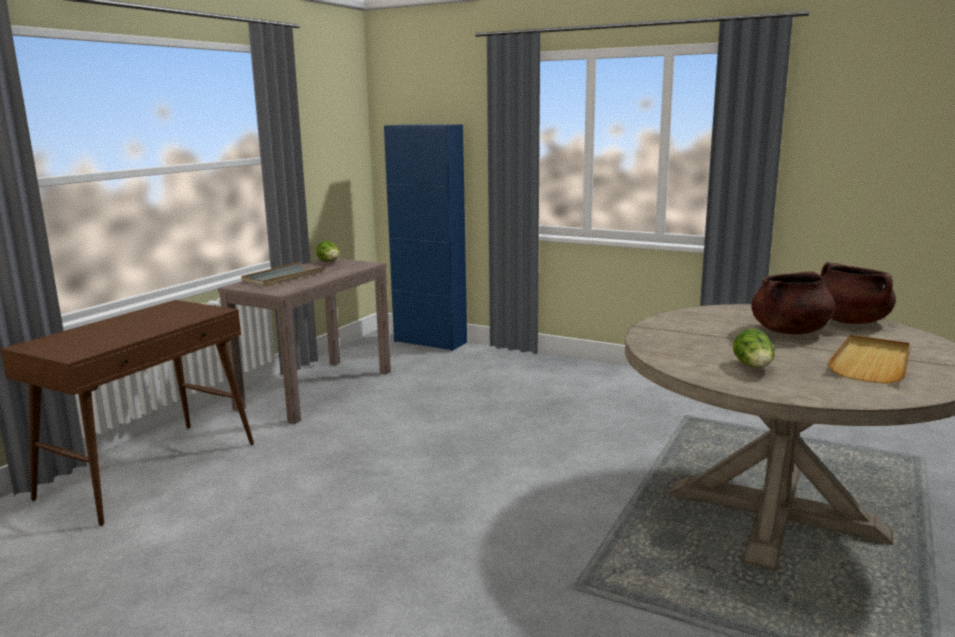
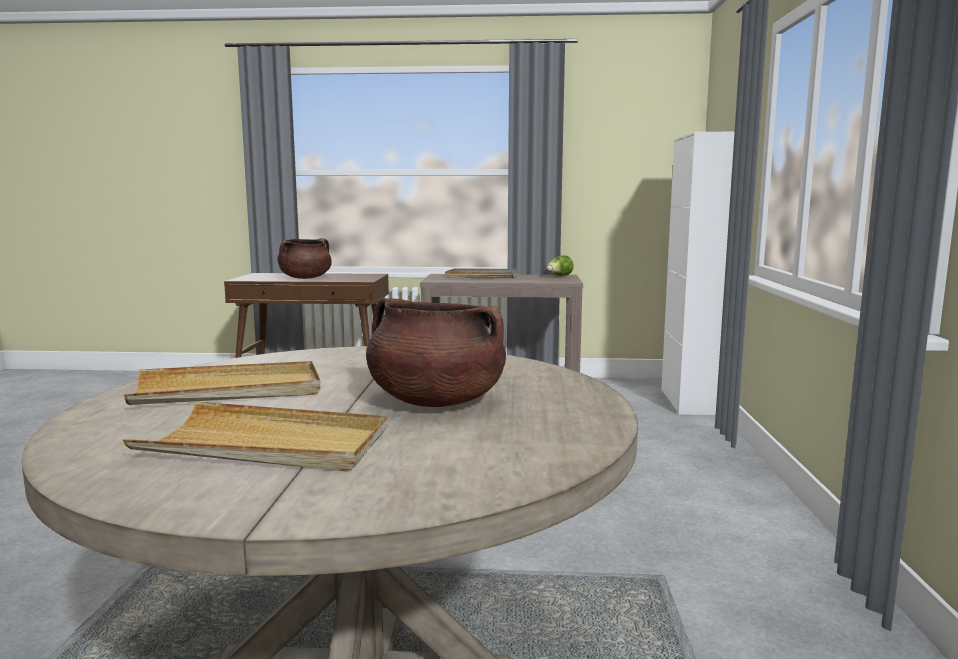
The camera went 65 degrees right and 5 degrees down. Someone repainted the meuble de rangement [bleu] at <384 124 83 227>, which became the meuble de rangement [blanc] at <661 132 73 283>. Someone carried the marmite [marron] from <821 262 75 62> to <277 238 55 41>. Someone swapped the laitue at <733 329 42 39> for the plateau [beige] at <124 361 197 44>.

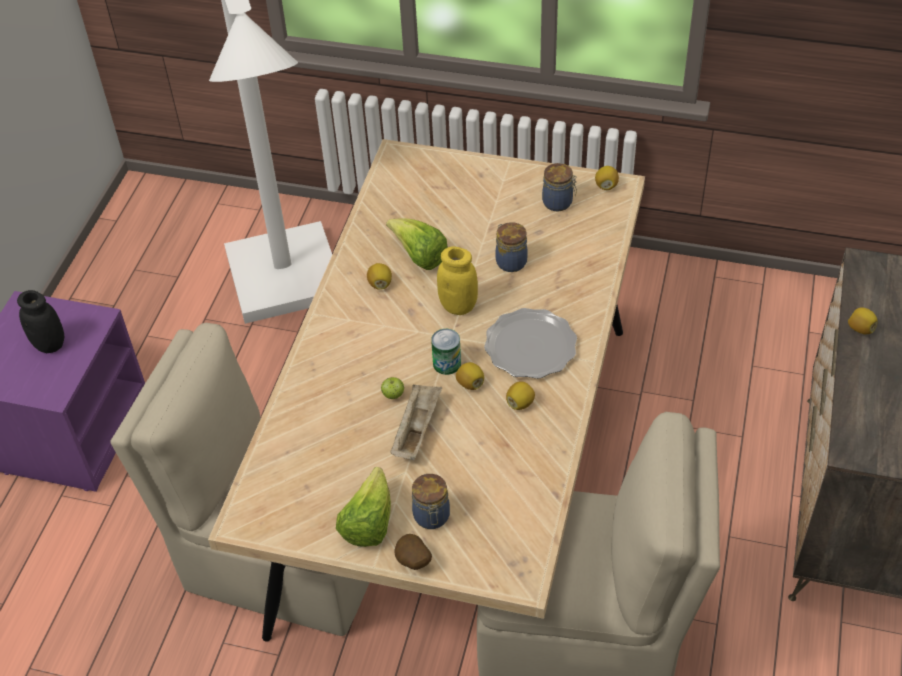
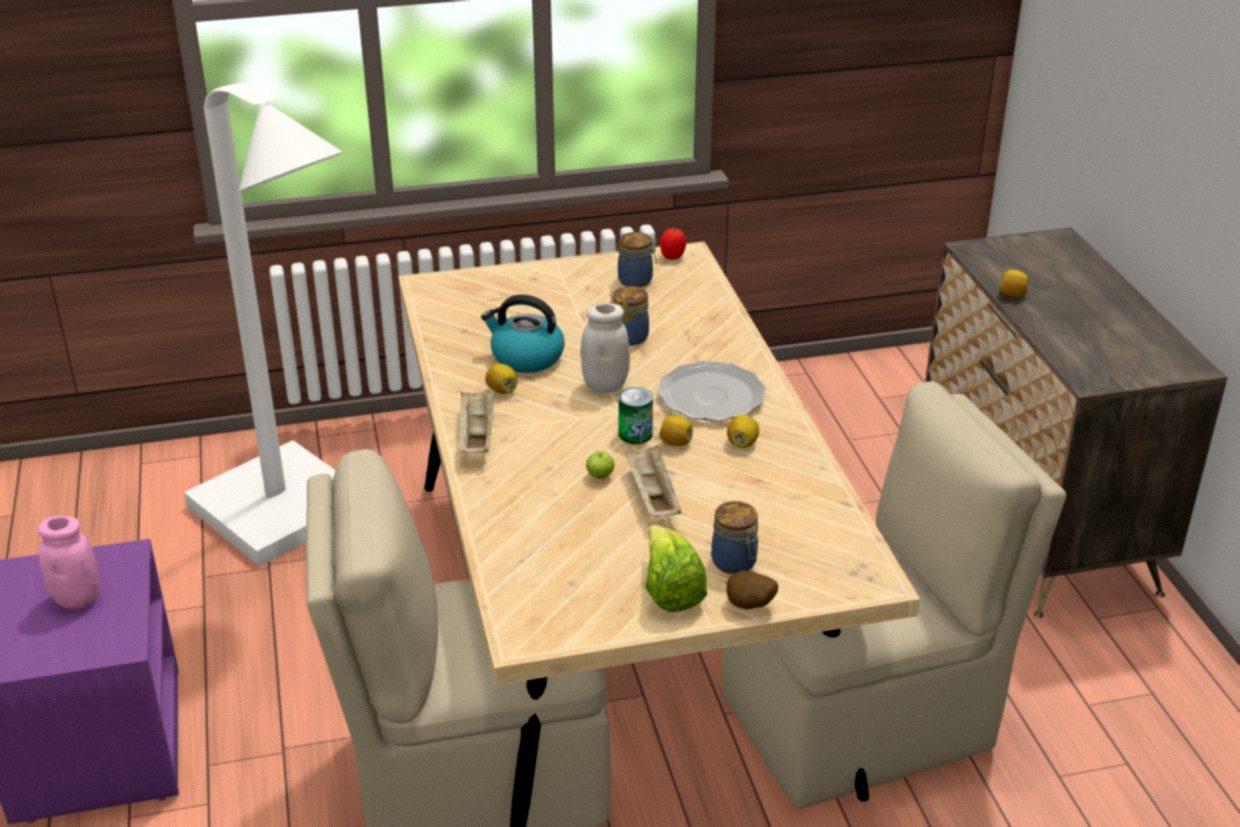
The camera went 30 degrees left and 15 degrees down. Someone swapped the citron at <595 166 24 24> for the tomate at <660 228 26 32>. Someone swapped the laitue at <386 218 62 52> for the bouilloire at <481 294 84 79>. Someone repainted the bocal [jaune] at <437 246 41 69>, which became the bocal [blanc] at <581 303 49 90>. Someone repainted the bocal [noir] at <17 290 47 63>, which became the bocal [rose] at <38 516 62 93>. Someone put down the plateau [beige] at <458 389 37 64>.

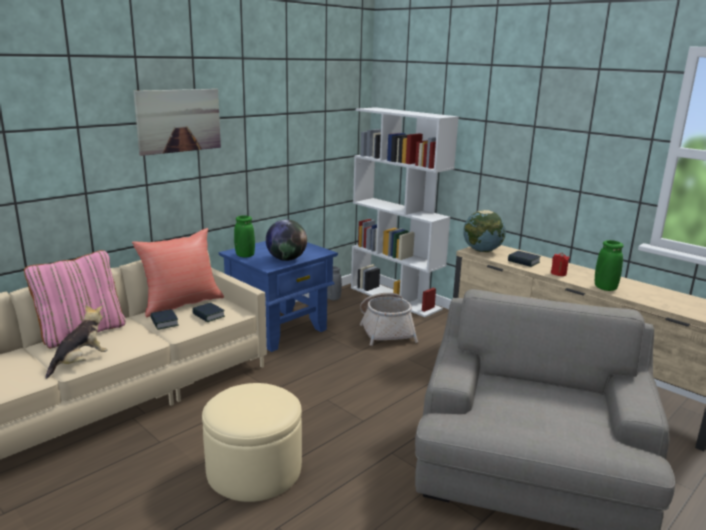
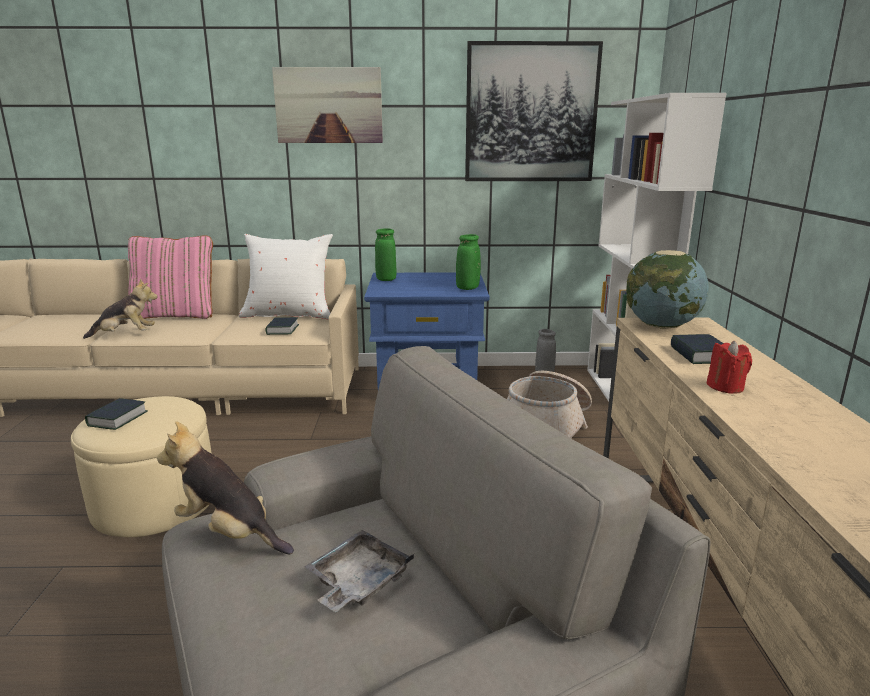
The camera went 45 degrees right and 0 degrees up. Someone took away the globe at <266 219 41 42>. Someone repainted the coussin [rouge] at <132 228 92 89>, which became the coussin [blanc] at <239 234 94 86>. Someone carried the vase [vert] from <595 240 29 51> to <456 234 25 56>. Someone carried the livre from <150 309 29 21> to <85 398 63 32>. Someone put up the tableau at <465 41 138 140>. Someone put down the peluche at <157 421 137 134>. Someone put down the plateau [gris] at <304 530 110 82>.

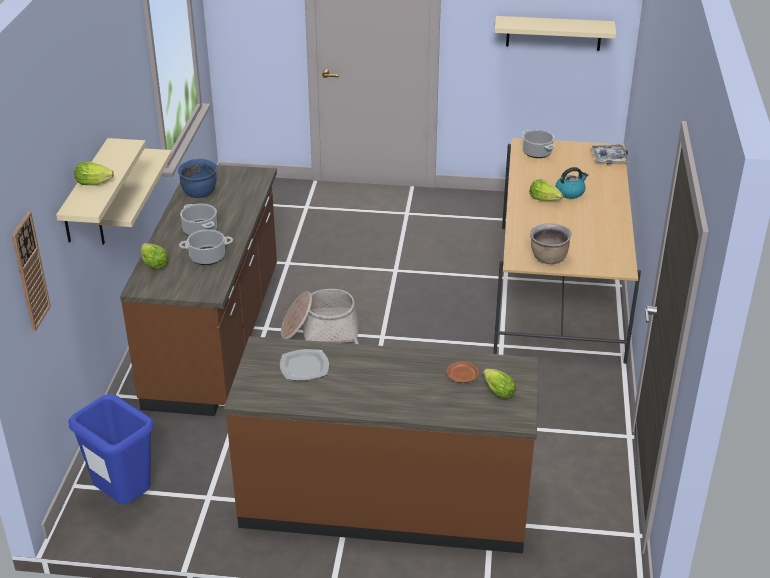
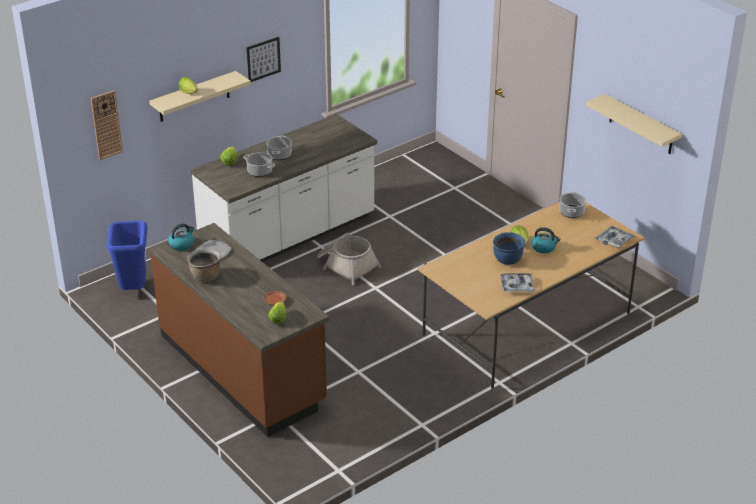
The camera went 45 degrees right and 0 degrees up. Someone took away the étagère [beige] at <93 149 79 96>. Someone carried the marmite [bleu] from <178 159 39 39> to <493 232 32 33>. Someone repainted the comptoir de cuisine [marron] at <120 165 157 251>, which became the comptoir de cuisine [blanc] at <191 114 186 148>. Someone carried the marmite [marron] from <530 223 42 41> to <187 248 33 34>. Someone put up the tableau at <246 37 35 45>. Someone put down the bouilloire at <168 223 27 28>. Someone put down the plateau at <500 273 35 19>.

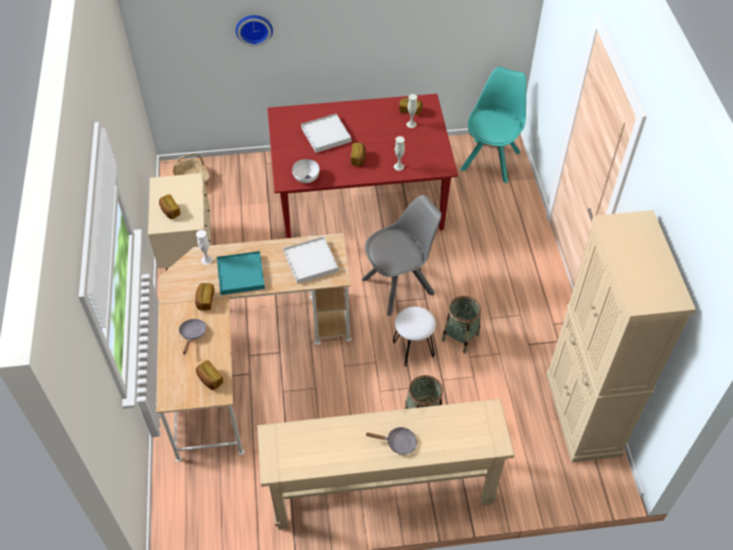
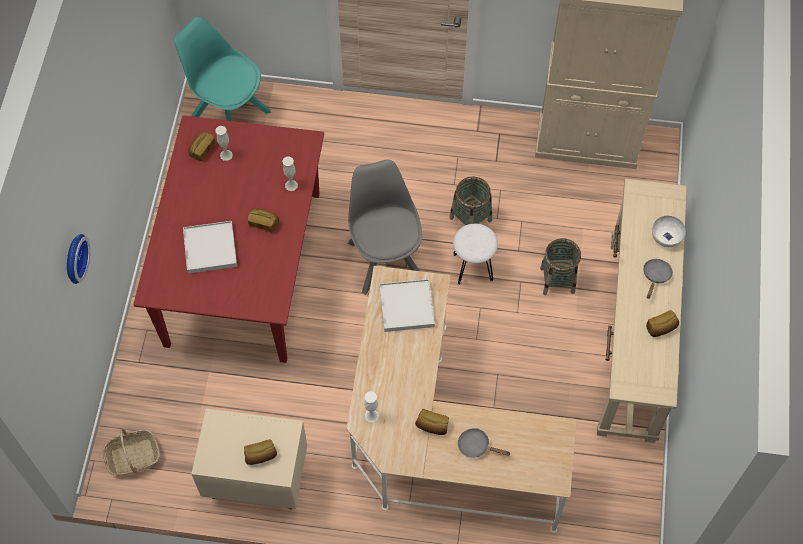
The camera went 75 degrees left and 10 degrees up. Someone carried the bol [blanc] from <292 159 28 24> to <652 216 34 31>. Someone took away the plateau [turquoise] at <217 251 48 44>. Someone carried the pain from <196 360 27 30> to <646 310 33 27>.

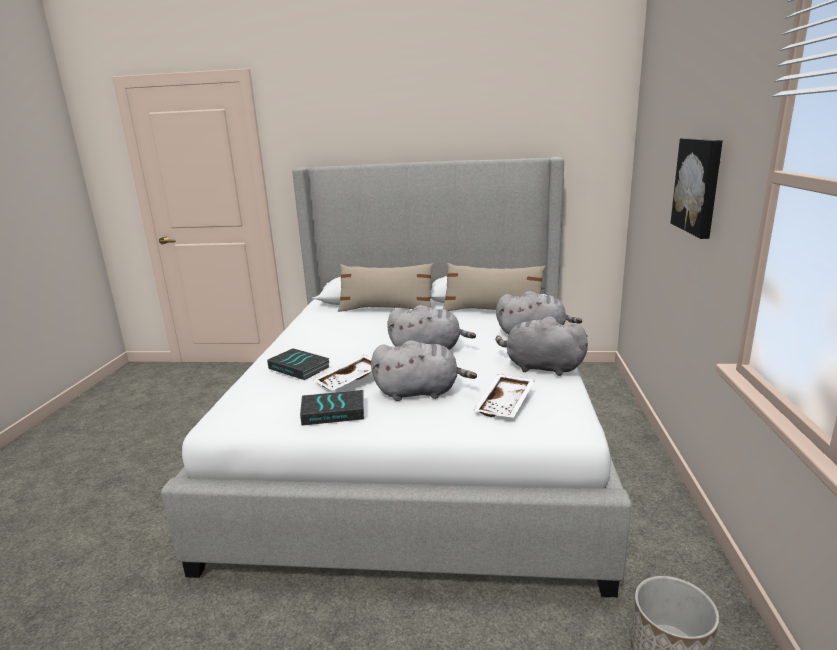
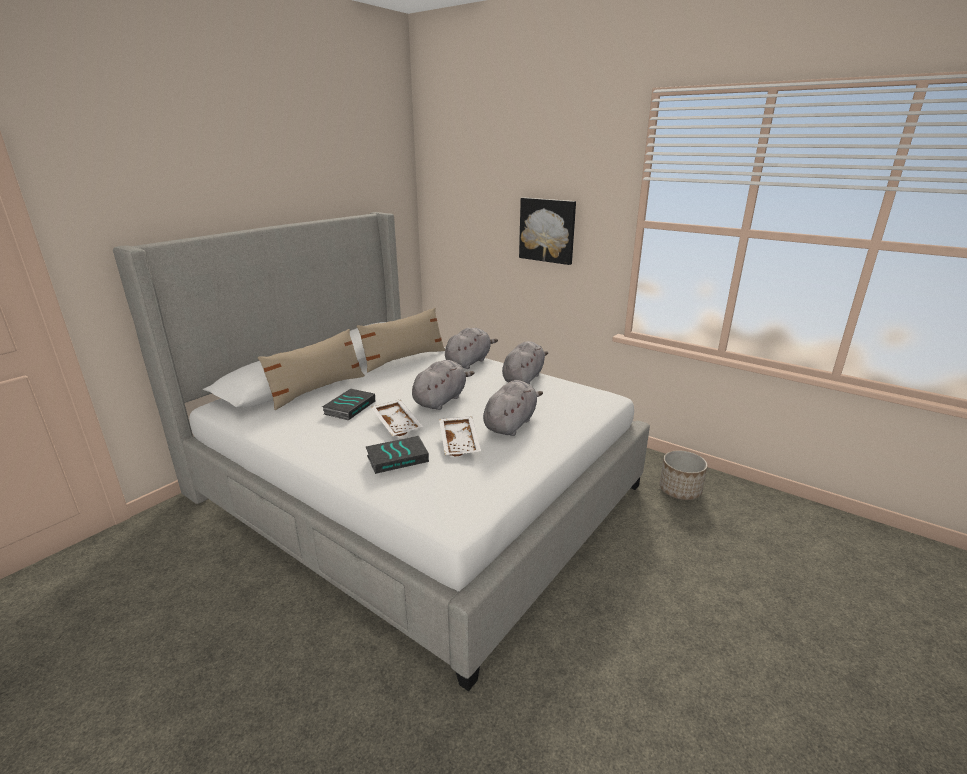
The camera went 60 degrees left and 5 degrees up. Someone rotated the peluche [gris] at <496 317 92 59> by 150 degrees clockwise. Someone carried the plateau [blanc] from <473 374 62 44> to <371 400 52 36>. Someone carried the livre from <300 390 64 36> to <322 388 53 32>.

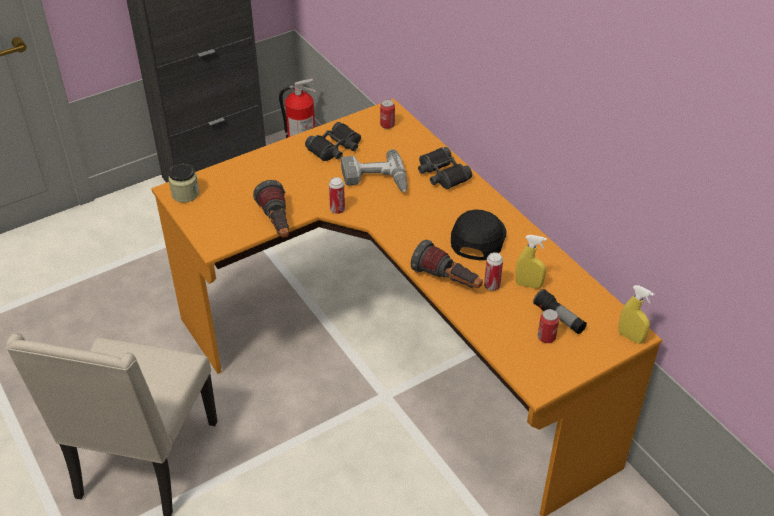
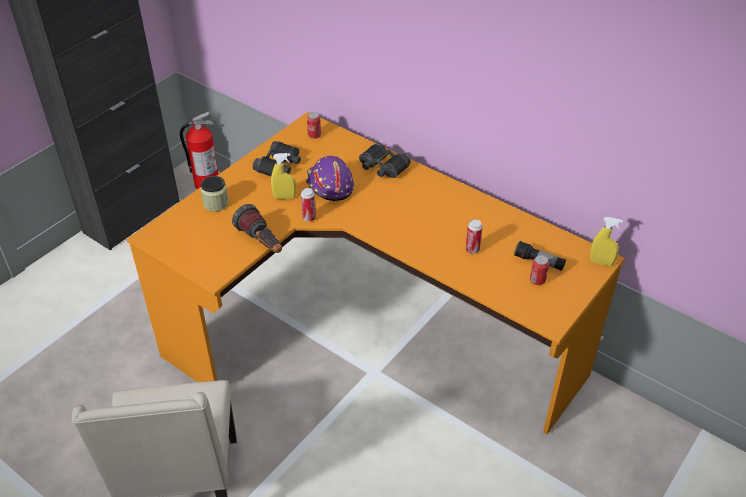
The camera went 20 degrees left and 0 degrees up. Someone swapped the perceuse at <341 149 67 43> for the casque de chantier [violet] at <306 156 48 45>. Someone carried the bocal from <168 164 31 39> to <201 176 28 36>. Someone took away the casquette [noir] at <451 209 55 51>. Someone carried the vaporisateur [jaune] from <515 235 32 54> to <271 153 25 46>. Someone took away the lampe de poche at <411 240 72 48>.

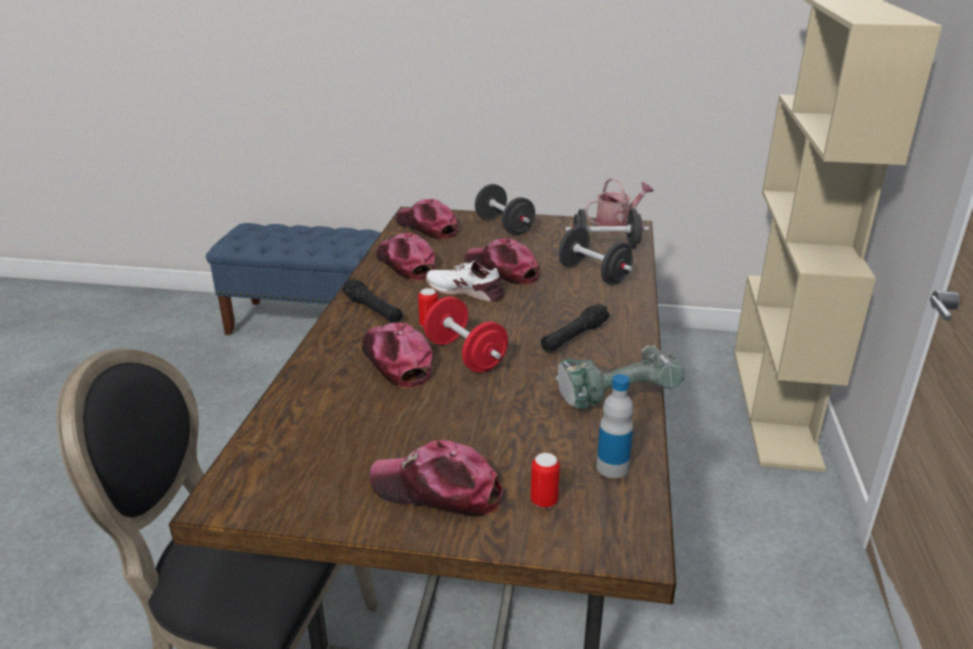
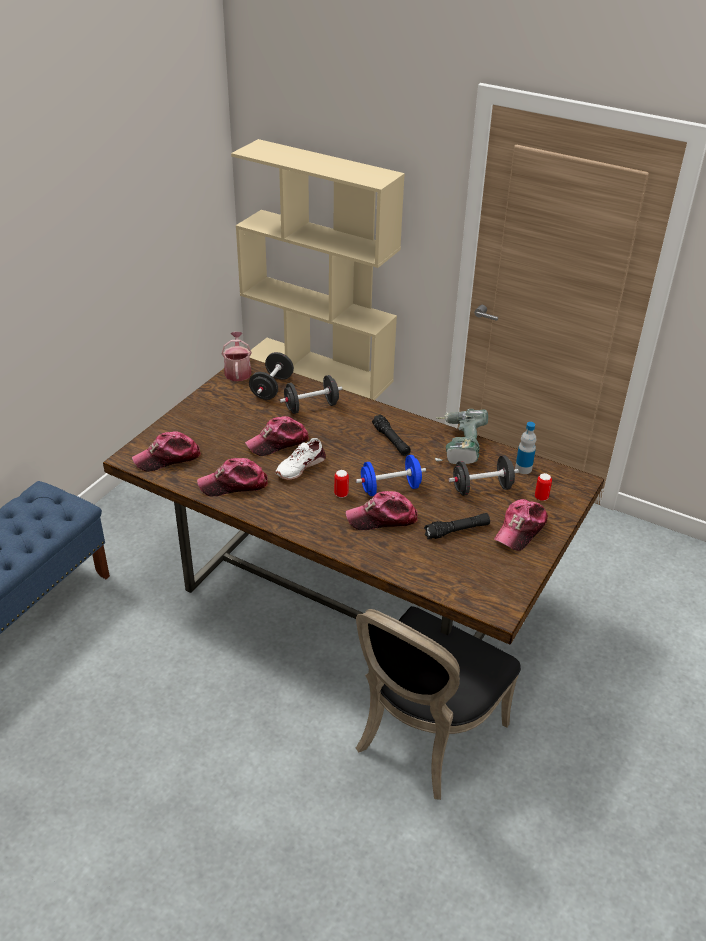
The camera went 70 degrees left and 10 degrees up. Someone carried the haltère [noir] from <475 184 60 51> to <449 456 70 40>. Someone carried the lampe de poche [noir] from <342 278 61 45> to <424 513 66 26>. Someone repainted the haltère [rouge] at <424 297 84 76>, which became the haltère [bleu] at <356 455 70 41>.

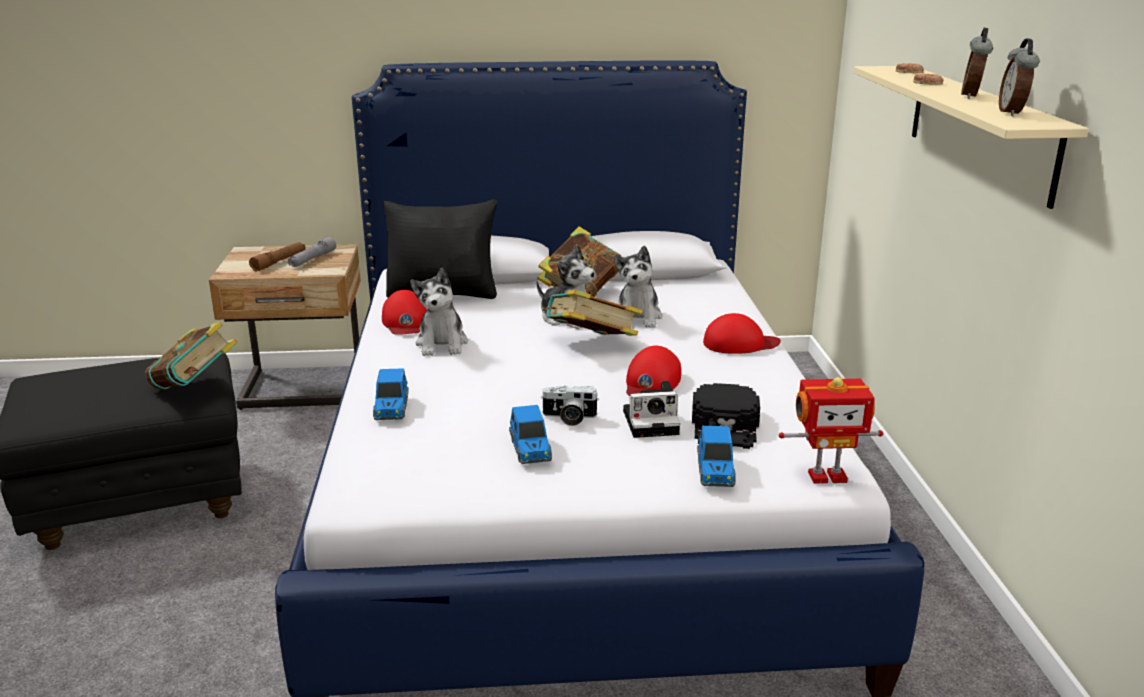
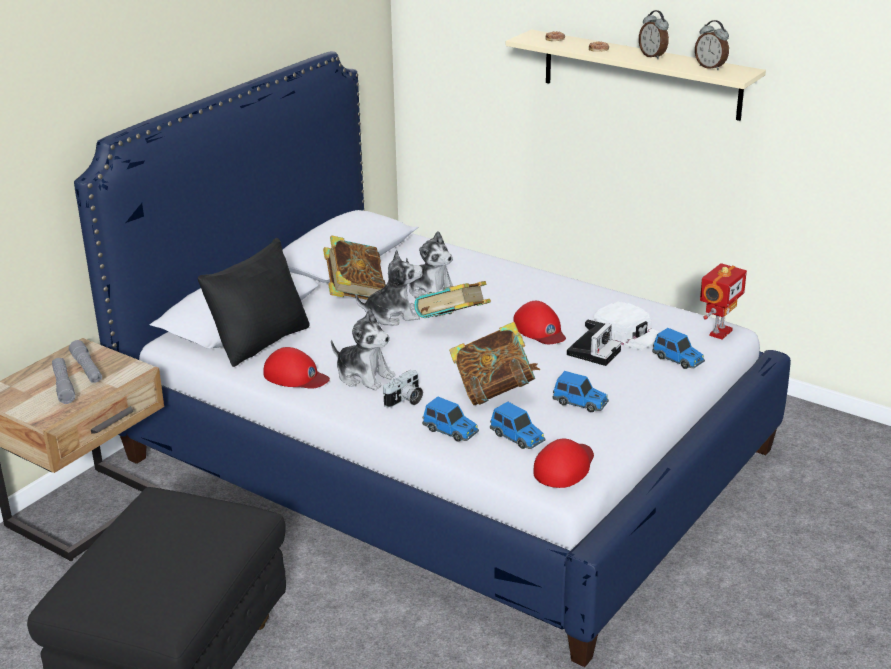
The camera went 50 degrees left and 5 degrees up. Someone repainted the lampe de poche [marron] at <249 242 57 30>, which became the lampe de poche [gris] at <52 358 23 46>. Someone carried the casquette [rouge] from <703 313 78 41> to <533 439 61 49>. Someone carried the livre from <145 322 92 68> to <449 322 91 84>. Someone repainted the casquette [noir] at <692 383 68 66>, which became the casquette [blanc] at <592 302 68 49>. Someone carried the appareil photo from <541 385 58 41> to <383 370 40 38>. Someone put down the petite voiture at <490 402 55 47>.

